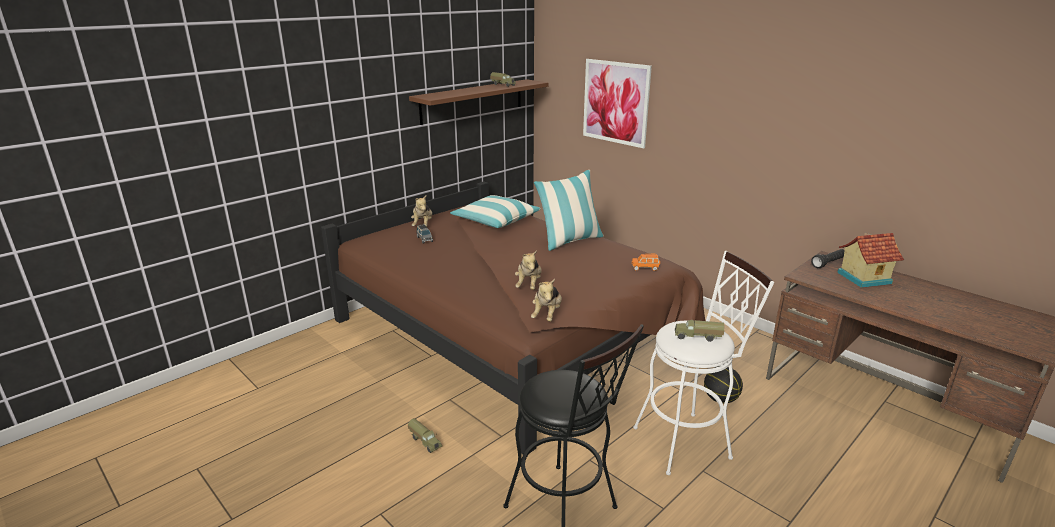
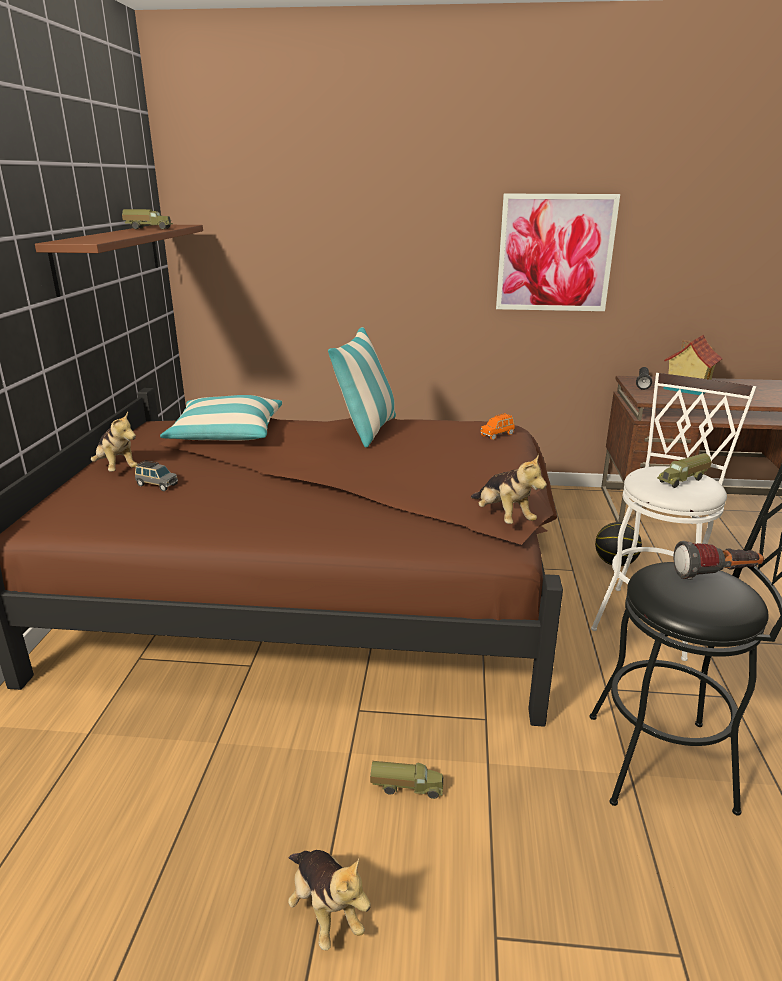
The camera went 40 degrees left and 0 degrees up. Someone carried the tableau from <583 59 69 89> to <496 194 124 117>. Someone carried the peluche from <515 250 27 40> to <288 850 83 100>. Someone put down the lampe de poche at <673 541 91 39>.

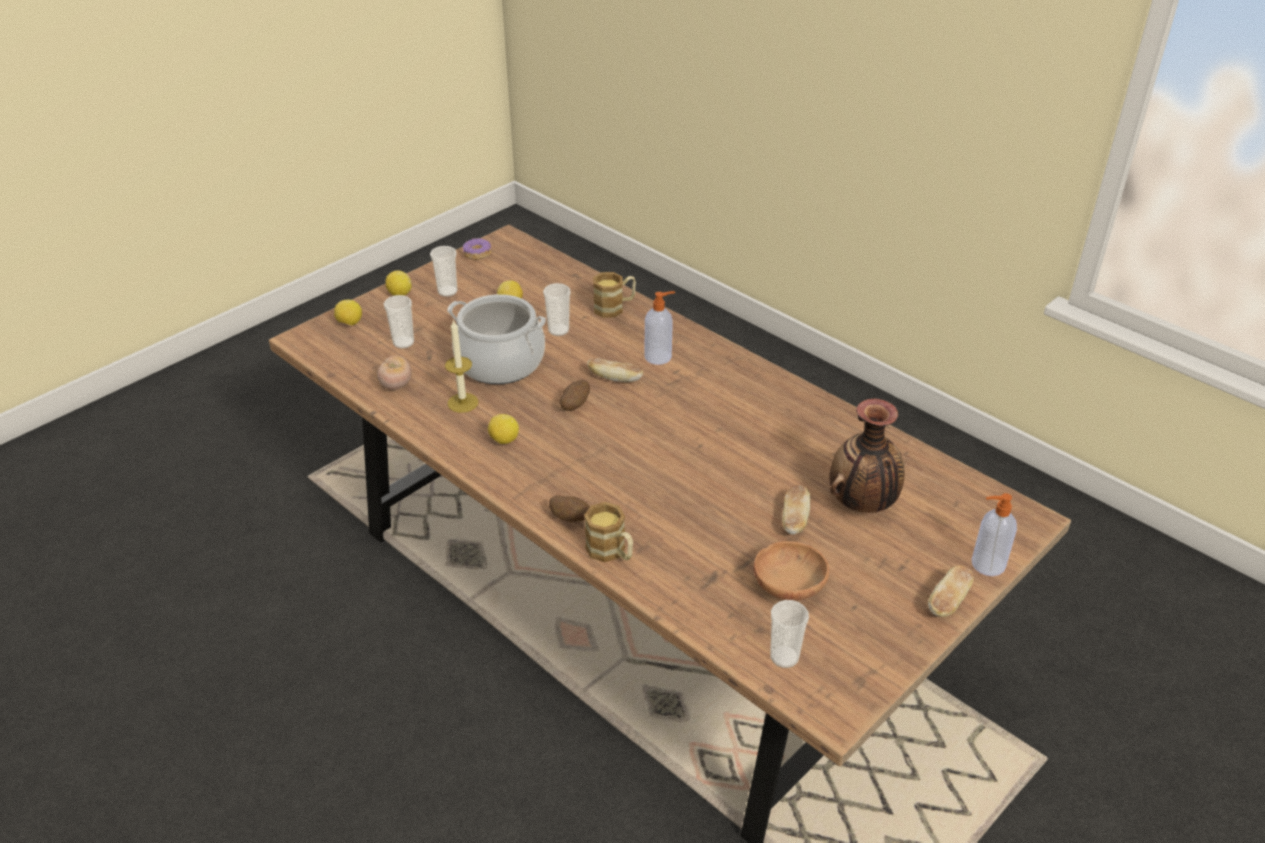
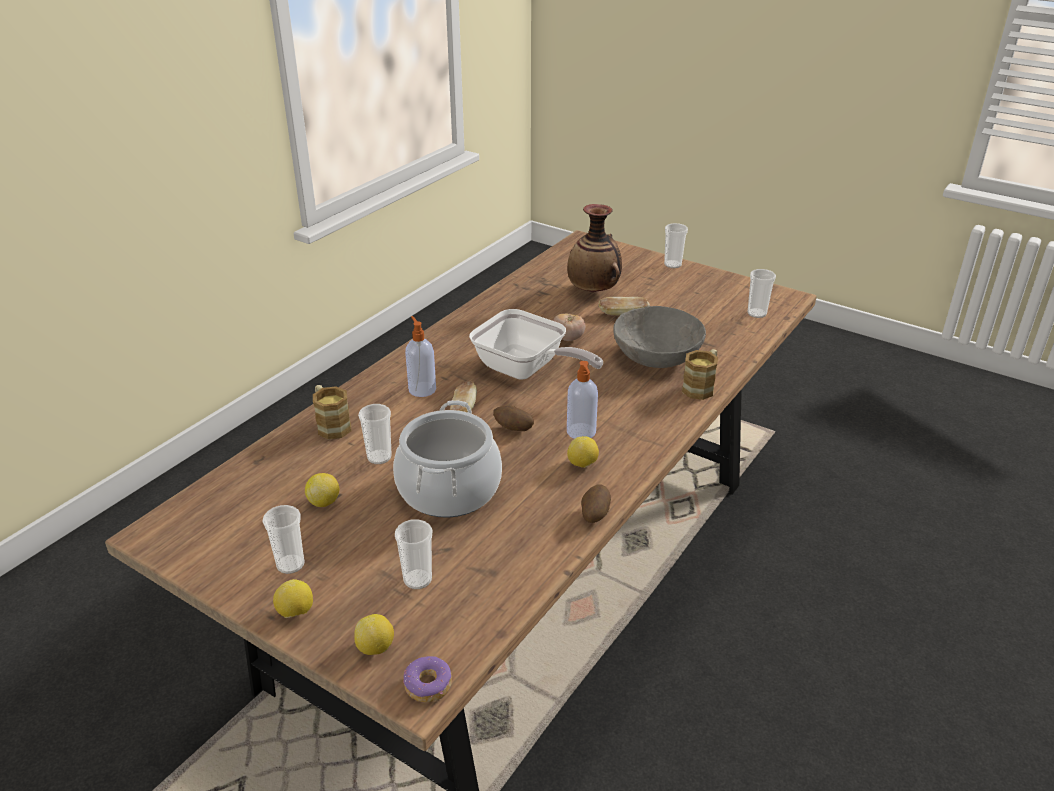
The camera went 100 degrees left and 5 degrees down. Someone carried the beignet from <463 238 28 22> to <403 656 49 47>. Someone took away the bougie at <445 319 33 94>. Someone carried the tomate from <377 356 34 34> to <553 314 33 27>. Someone carried the distributeur de savon from <972 493 45 83> to <567 361 31 78>. Someone carried the pomme de terre from <549 495 41 27> to <581 484 30 39>. Someone took away the bol [marron] at <754 541 75 60>. Someone swapped the pain at <928 565 46 52> for the tasse at <664 223 24 45>. Someone put down the bol [gris] at <613 306 93 62>. Someone put down the poêle at <469 309 134 70>.

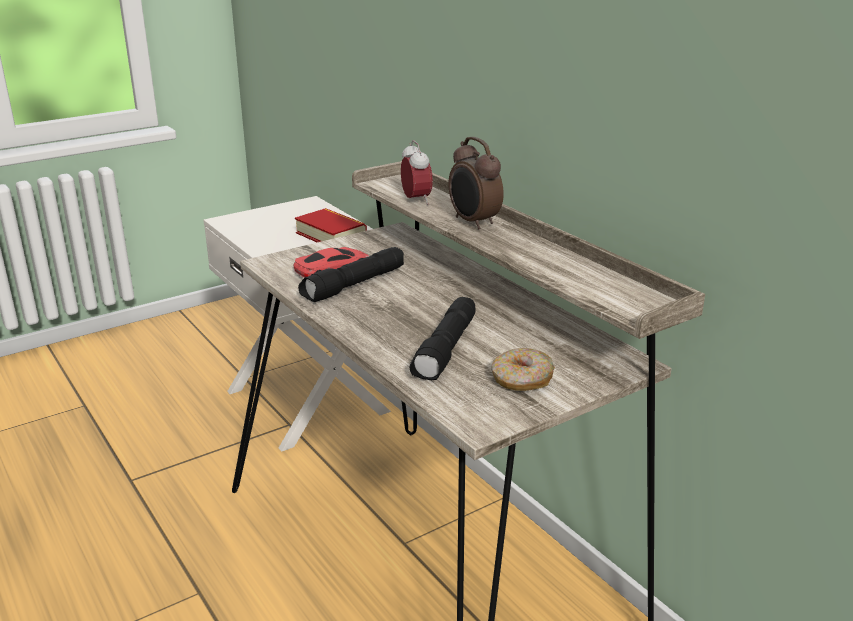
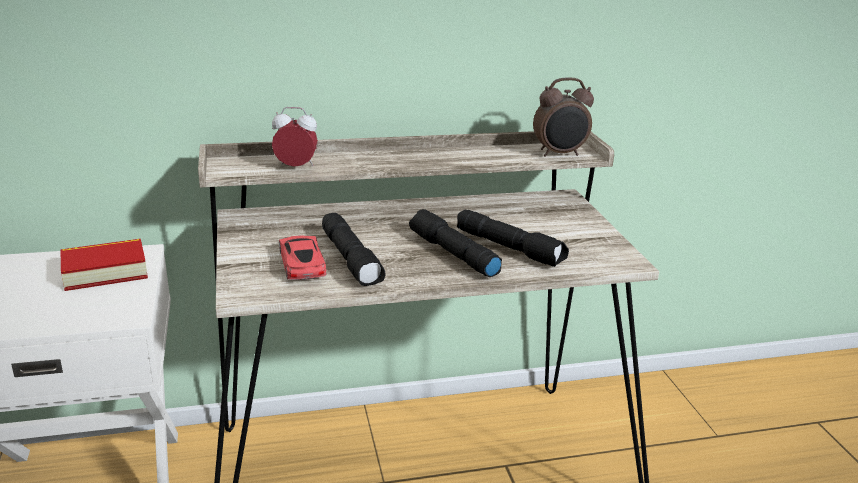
The camera went 70 degrees left and 0 degrees up. Someone carried the réveil from <448 137 56 93> to <533 78 61 79>. Someone took away the beignet at <491 348 64 43>. Someone put down the lampe de poche [noir] at <409 209 93 68>.

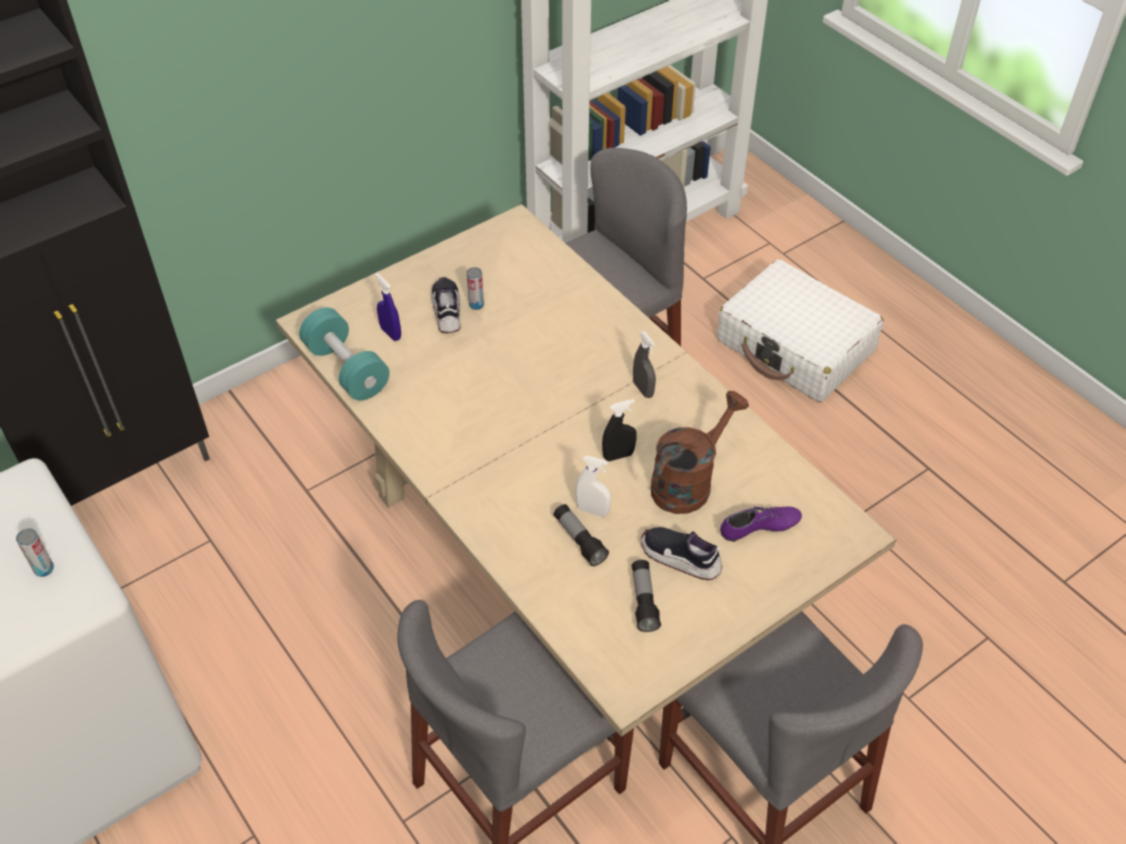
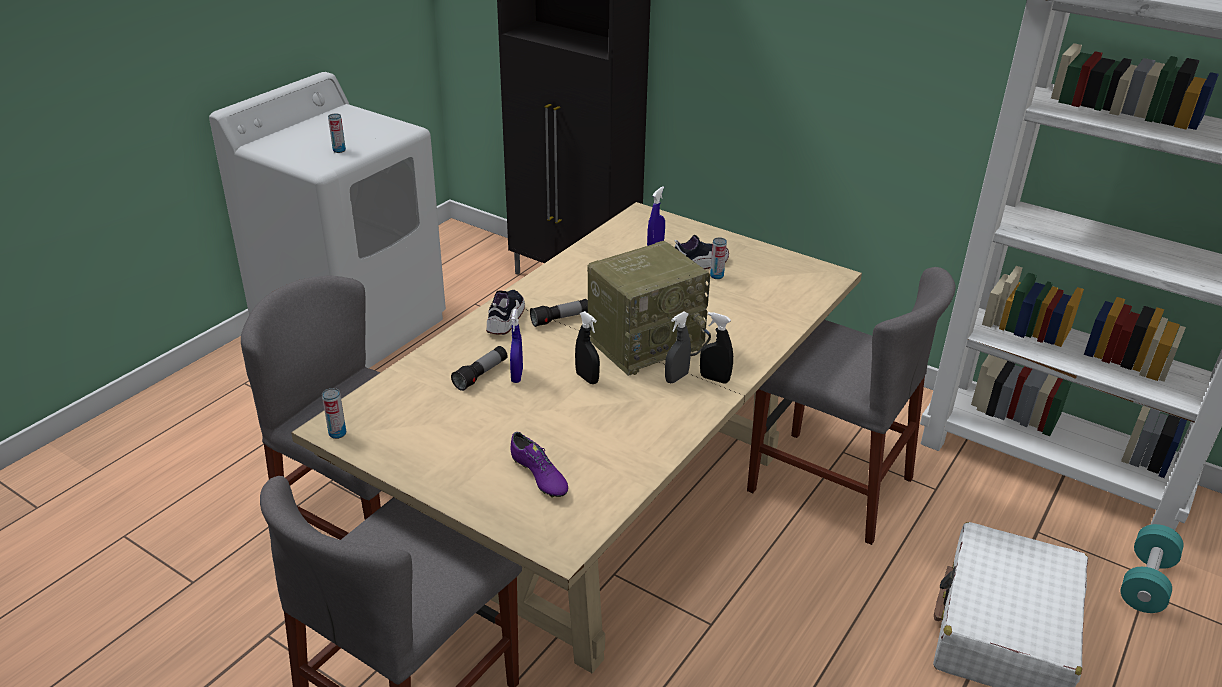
The camera went 70 degrees right and 15 degrees down. Someone carried the haltère [turquoise] from <299 307 91 93> to <1121 524 63 89>. Someone took away the arrosoir [marron] at <651 391 98 123>. Someone repainted the vaporisateur [blanc] at <576 456 35 61>, which became the vaporisateur [bleu] at <510 309 13 74>. Someone carried the chaussure from <641 527 81 53> to <486 290 39 45>. Someone carried the lampe de poche from <632 560 29 72> to <530 299 58 28>. Someone put down the radio at <587 241 124 135>. Someone put down the vaporisateur [noir] at <700 312 33 72>. Someone put down the boîte métallique at <322 388 25 51>.

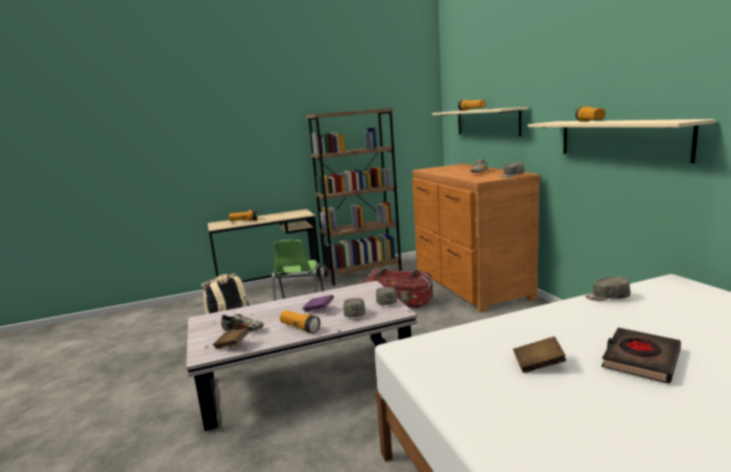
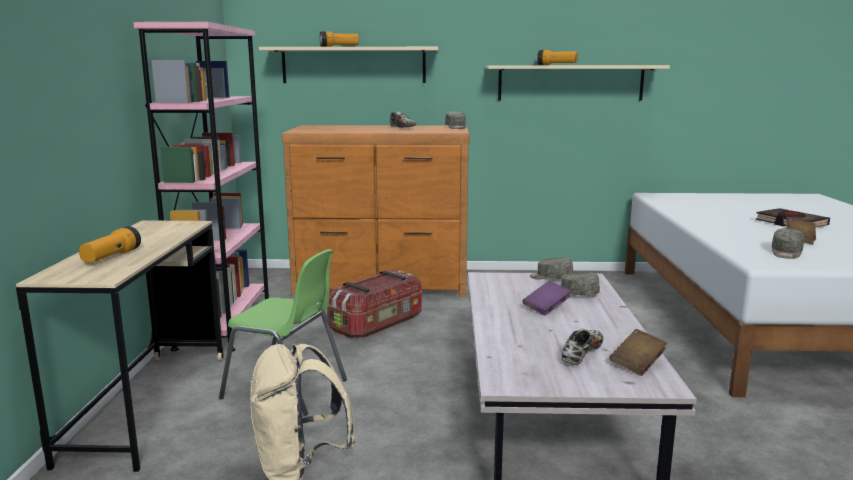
The camera went 70 degrees left and 0 degrees up. Someone repainted the bibliothèque [marron] at <306 108 96 177>, which became the bibliothèque [rose] at <133 22 136 330>. Someone carried the casquette [gris] from <585 277 46 24> to <772 228 32 31>. Someone took away the lampe de poche at <280 310 40 23>.

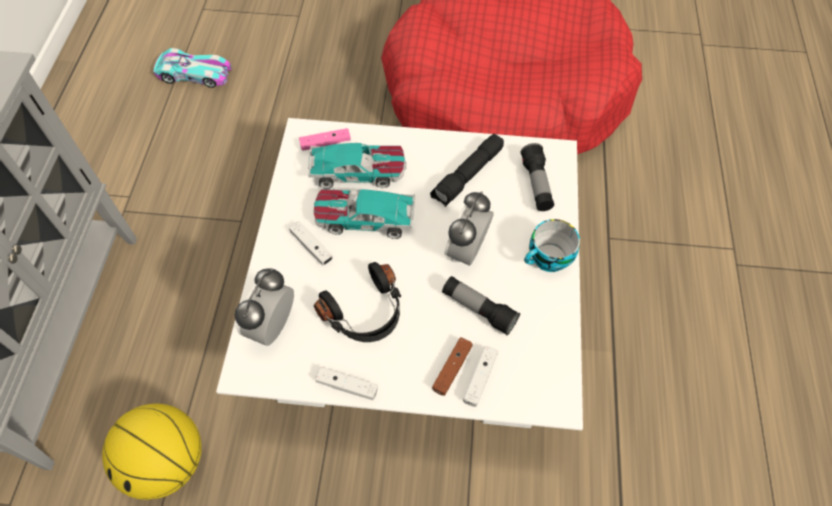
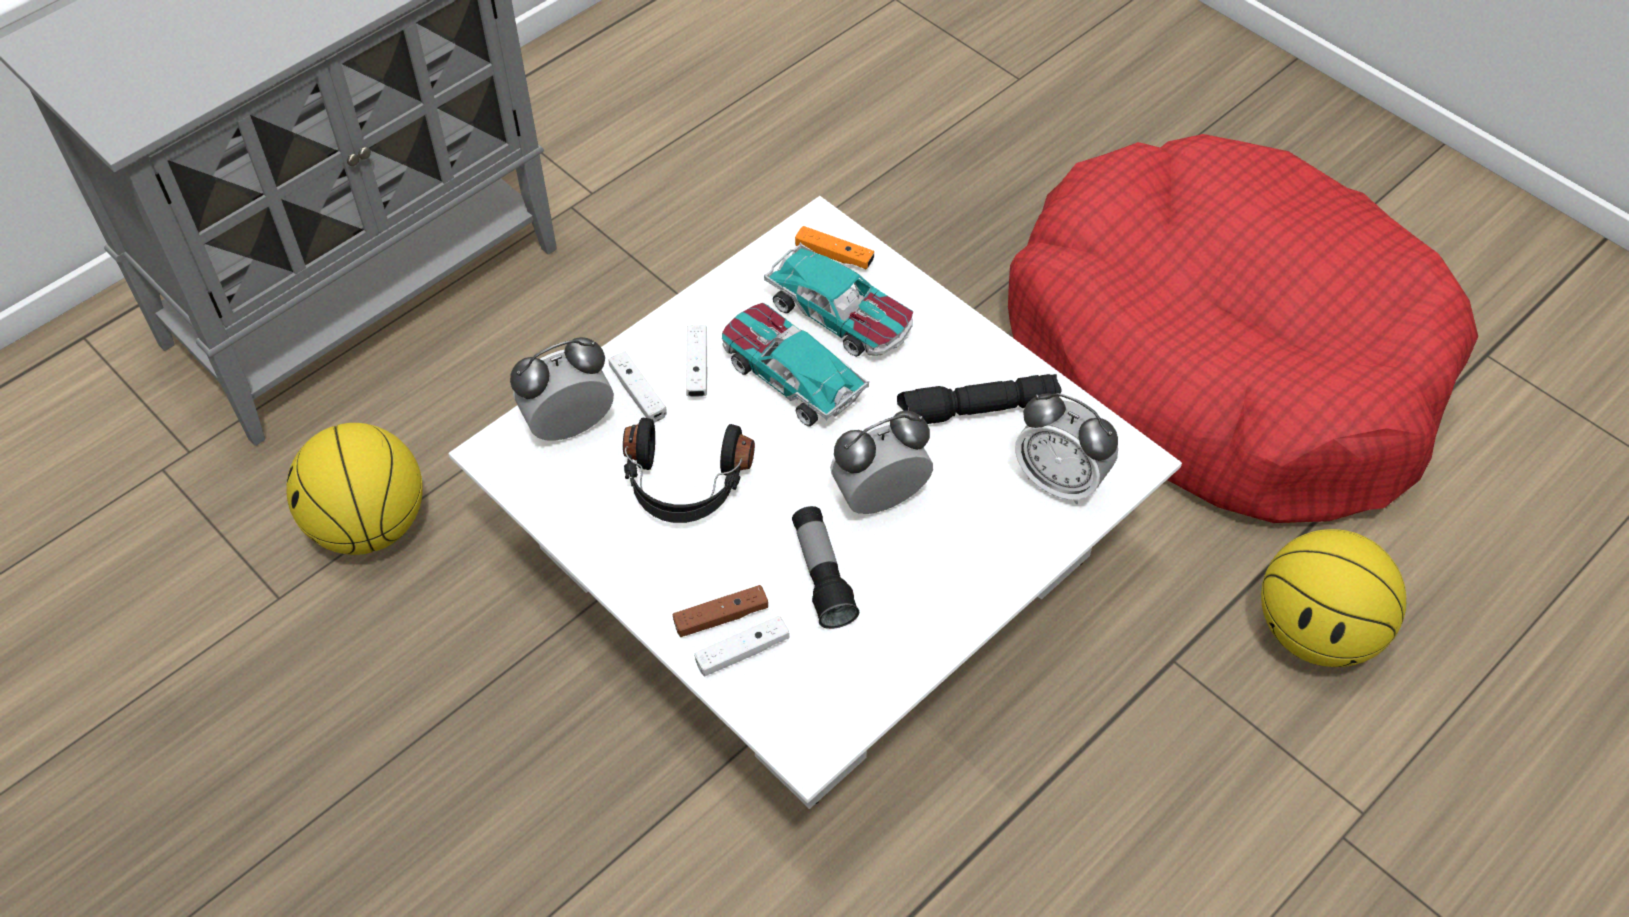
The camera went 40 degrees right and 5 degrees down. Someone took away the petite voiture at <153 48 78 40>. Someone repainted the manette [rose] at <299 128 52 23>, which became the manette [orange] at <795 226 79 43>. Someone swapped the lampe de poche at <521 143 33 68> for the réveil at <1015 393 103 111>. Someone took away the tasse at <524 219 56 53>. Someone carried the manette [blanc] from <315 367 63 33> to <608 351 59 72>. Someone put down the ballon de basket at <1261 529 145 138>.

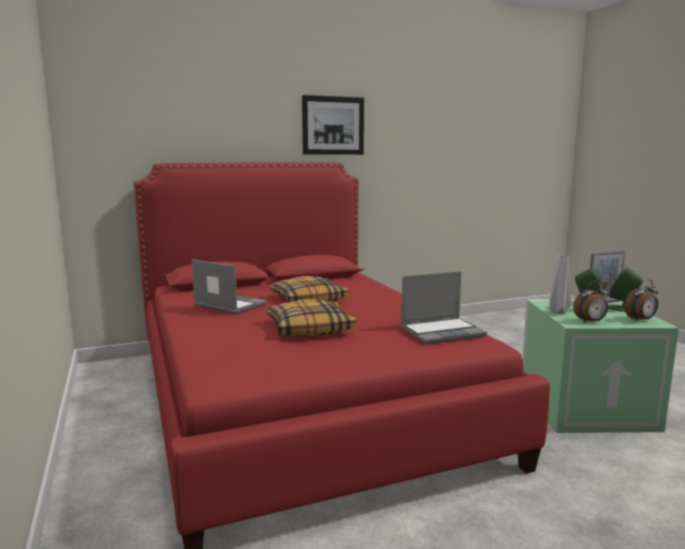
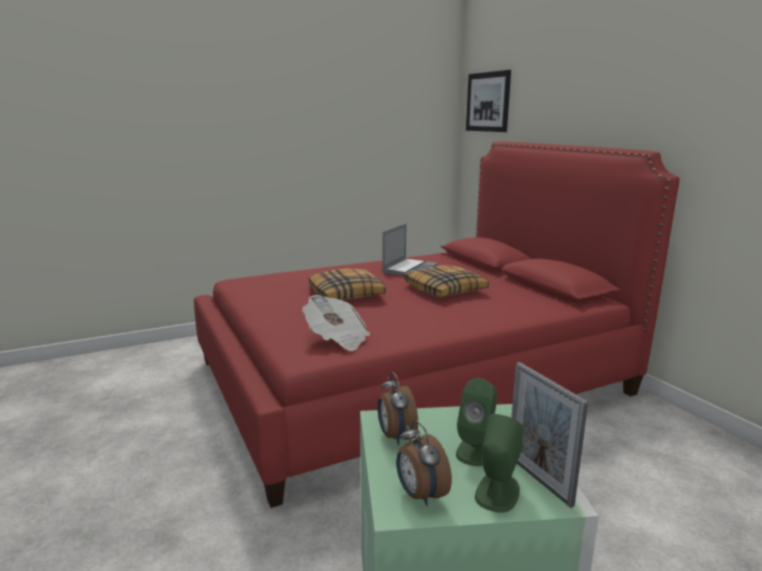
The camera went 85 degrees right and 5 degrees up. Someone carried the tableau from <302 95 62 60> to <466 70 45 62>. Someone took away the vase [gris] at <549 256 22 58>. Someone swapped the ordinateur portable at <401 272 86 72> for the journal at <302 295 69 56>.

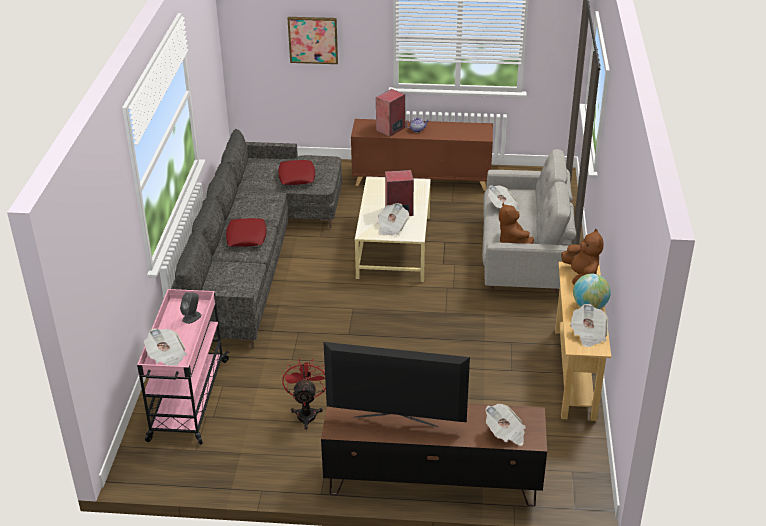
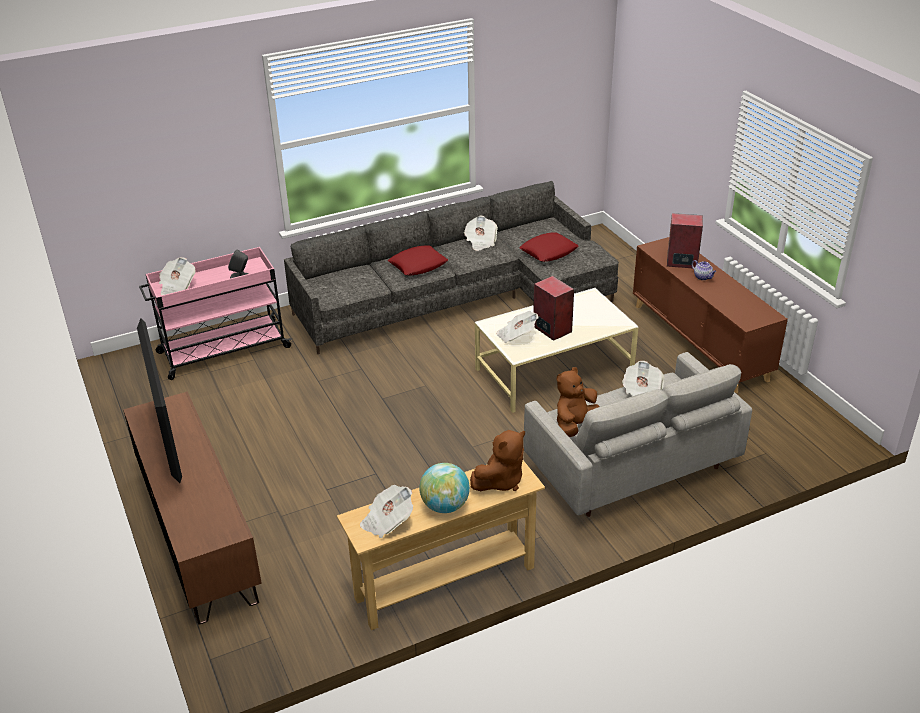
The camera went 60 degrees right and 0 degrees up. Someone took away the tableau at <287 17 51 47>. Someone took away the ventilateur [rouge] at <282 359 44 71>. Someone carried the journal from <485 404 41 42> to <464 216 34 35>.

